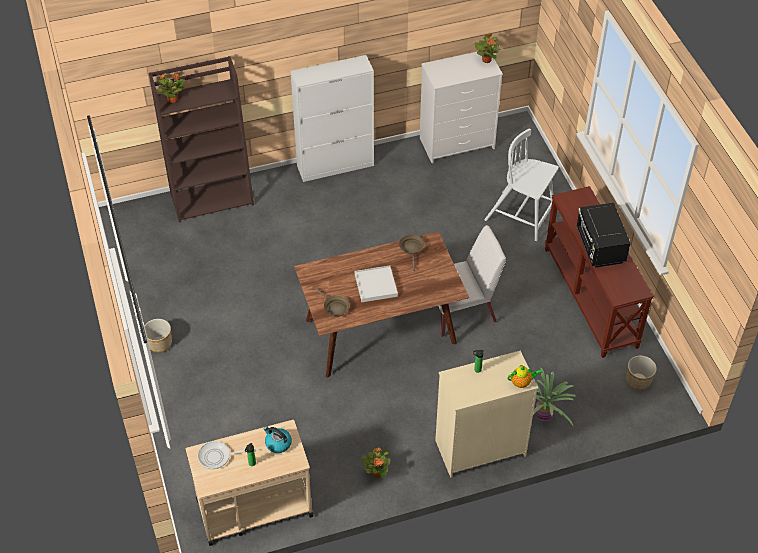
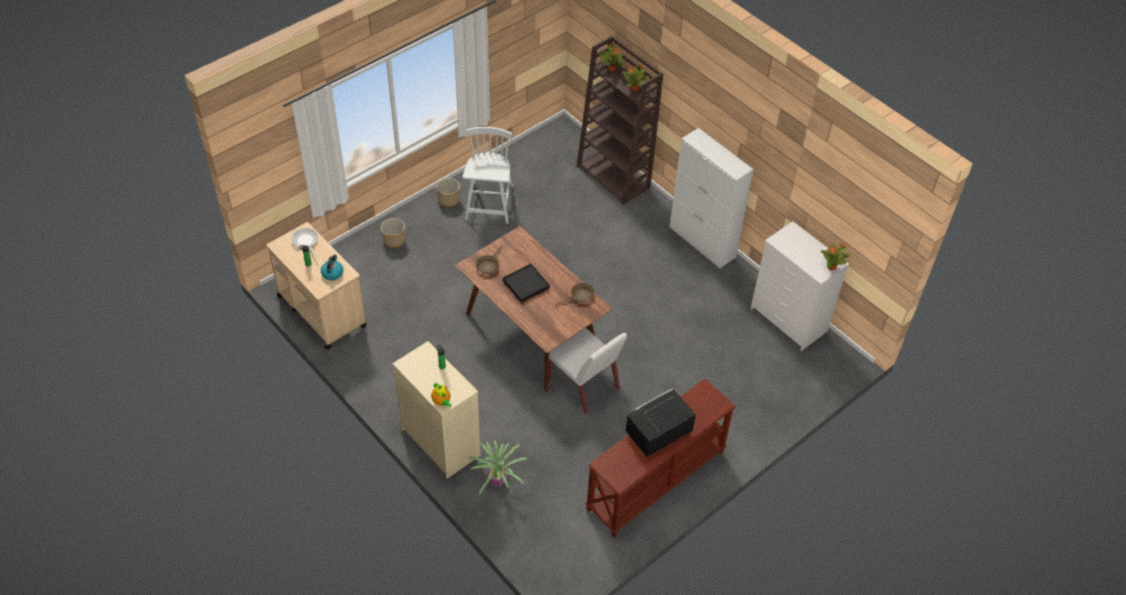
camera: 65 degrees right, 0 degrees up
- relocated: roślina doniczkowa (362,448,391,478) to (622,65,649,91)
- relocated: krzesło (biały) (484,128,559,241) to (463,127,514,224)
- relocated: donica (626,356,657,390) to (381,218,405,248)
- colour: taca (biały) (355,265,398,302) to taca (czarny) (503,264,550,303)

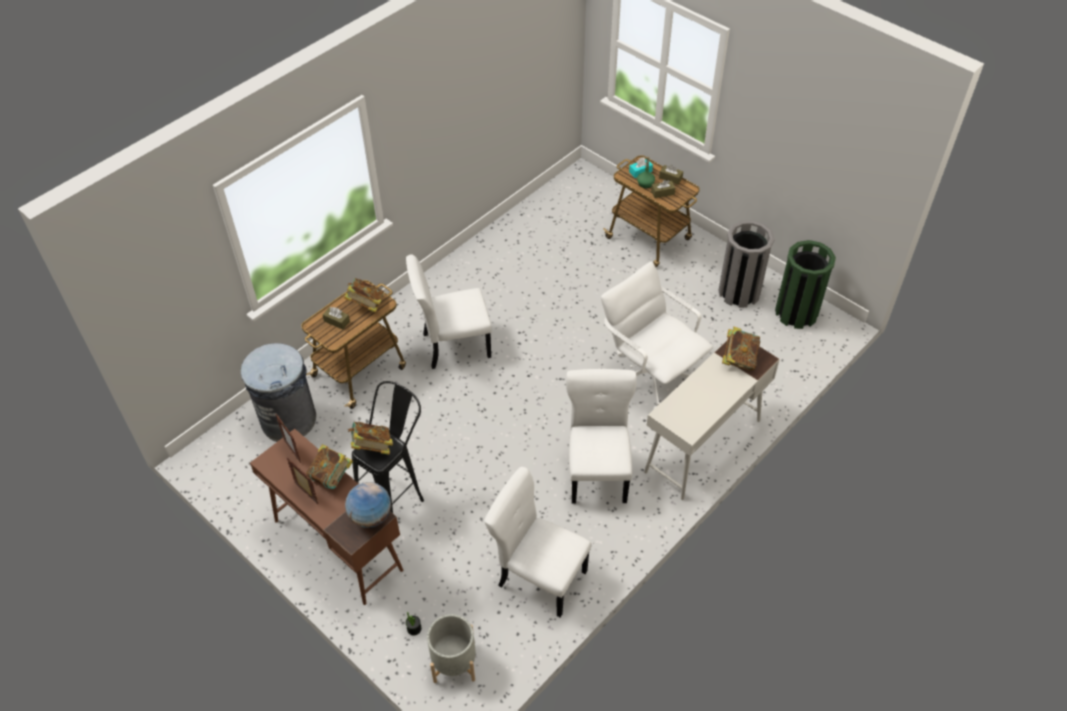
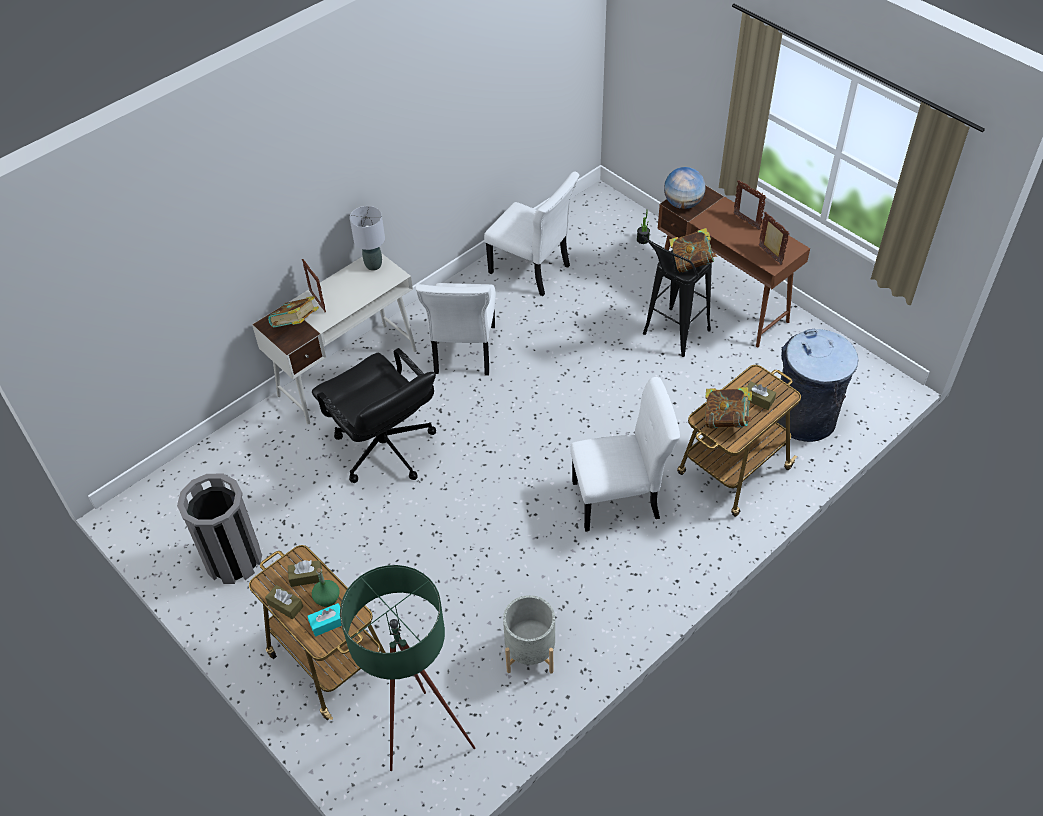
camera: 175 degrees left, 0 degrees up
- missing: książka (306,444,353,489)
- missing: kosz na śmieci (zielony) (775,240,836,329)
- appeared: ramka na zdjęcie (302,259,326,312)
- appeared: lampa stojąca (zielony) (340,565,476,771)
- appeared: lampa stołowa (szary) (350,206,385,271)
- relocated: donica (szary) (427,614,476,683) to (503,595,555,674)
- colour: krzesło biurowe (biały) (601,261,713,410) to krzesło biurowe (czarny) (312,348,436,483)

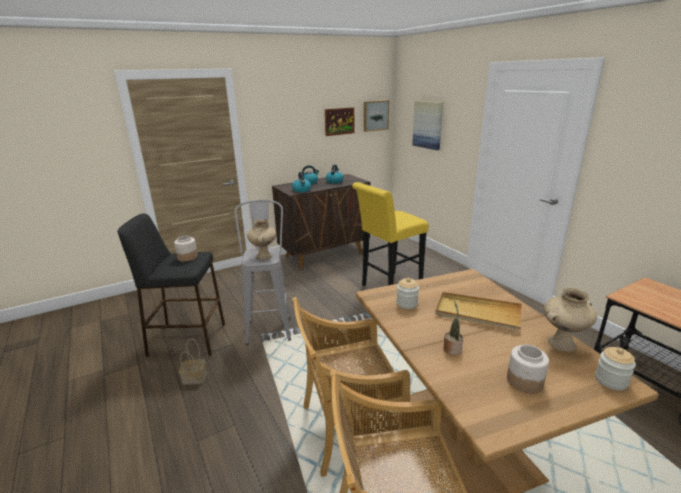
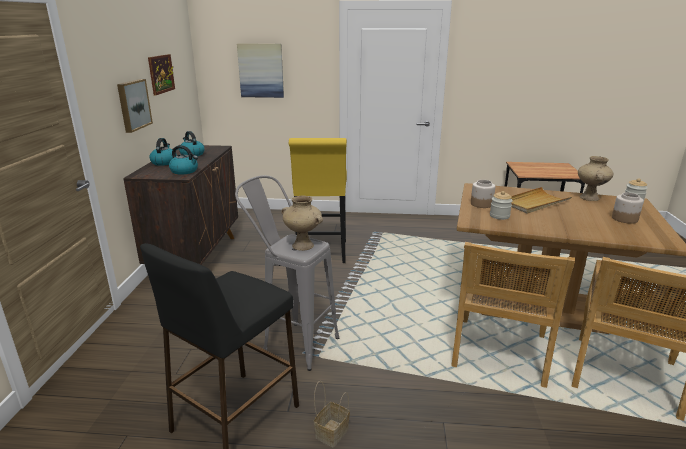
camera: 55 degrees left, 0 degrees up
- missing: roślina doniczkowa (444,301,463,355)
- relocated: słoik (174,236,198,261) to (471,180,495,208)
- relocated: obraz (364,100,389,132) to (117,79,153,133)

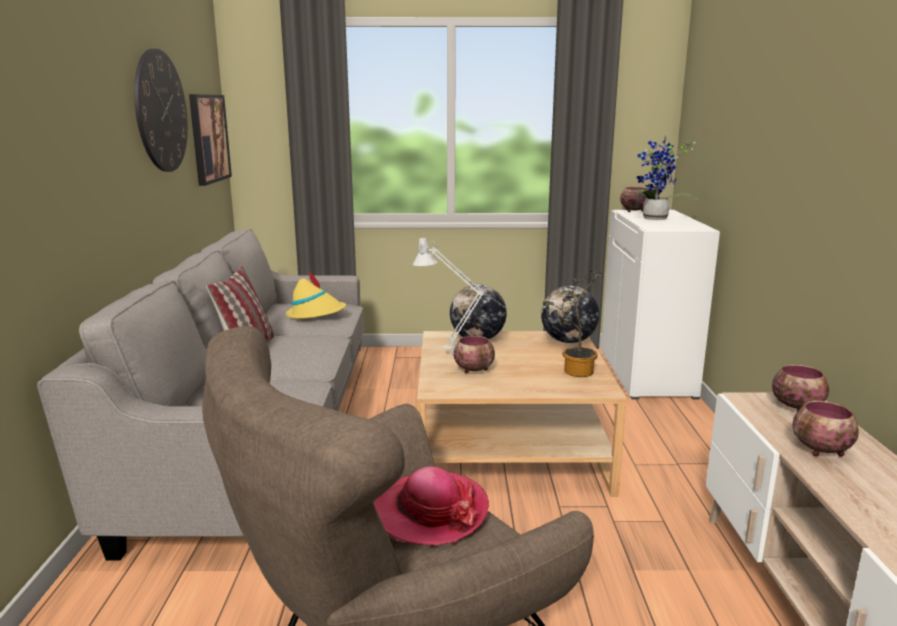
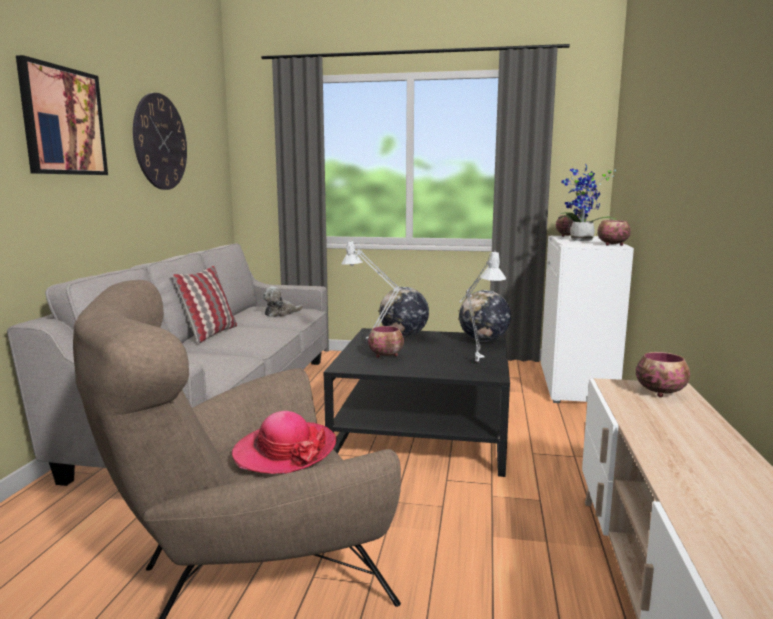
camera: 10 degrees right, 5 degrees down
- relocated: obraz (189,94,232,186) to (16,55,108,175)
- relocated: miska (793,401,859,457) to (597,220,631,246)
- exchanged: kapelusz (żółty) (286,270,346,319) to pluszak (262,286,303,317)
- exchanged: roślina doniczkowa (543,271,604,377) to lampa stołowa (szary) (459,250,506,363)
- colour: ława (beżowy) (417,331,627,497) to ława (czarny) (324,328,510,477)

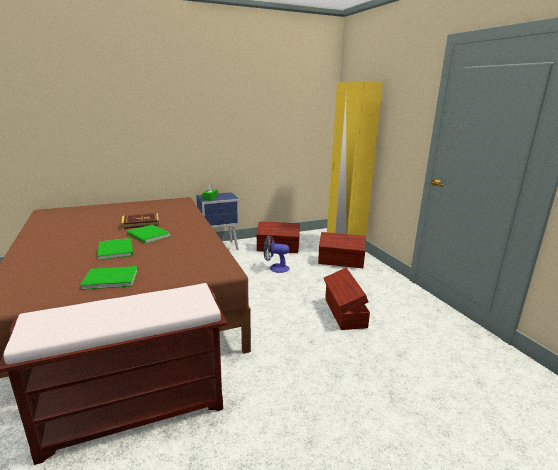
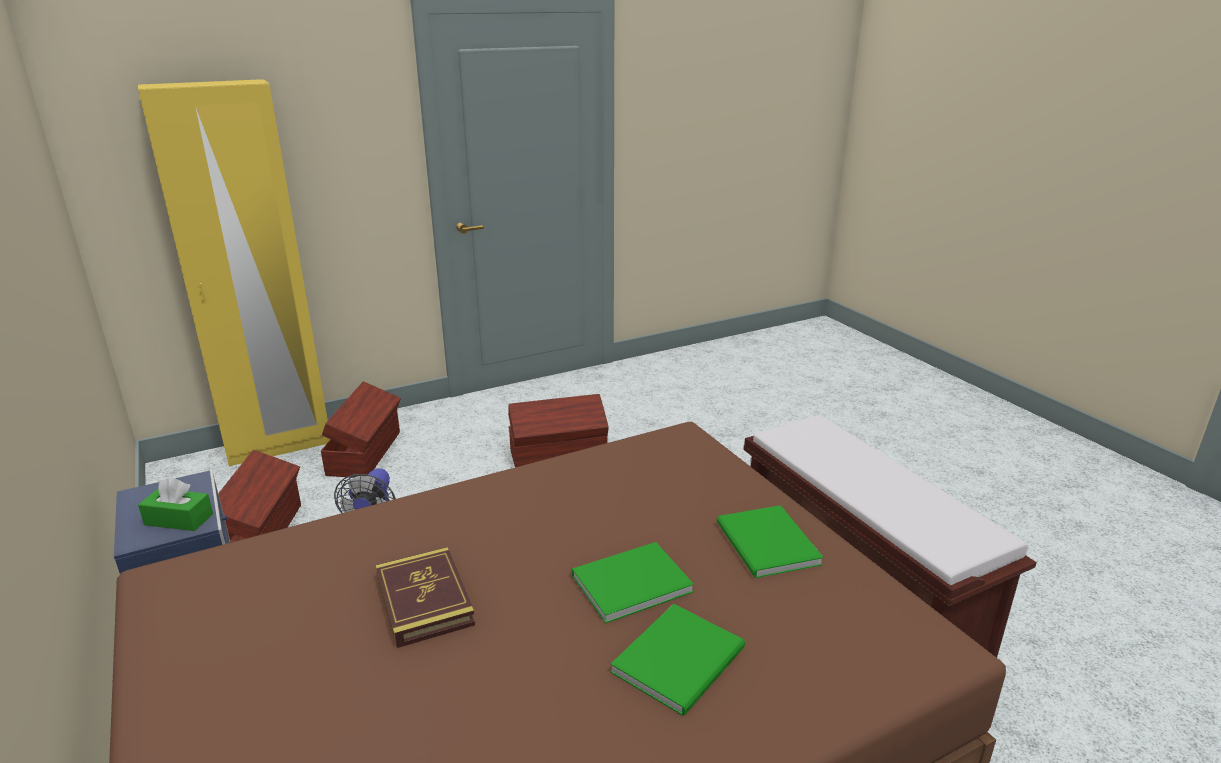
camera: 95 degrees left, 5 degrees up
- relocated: książka (zielony) (127,224,171,244) to (611,604,745,716)

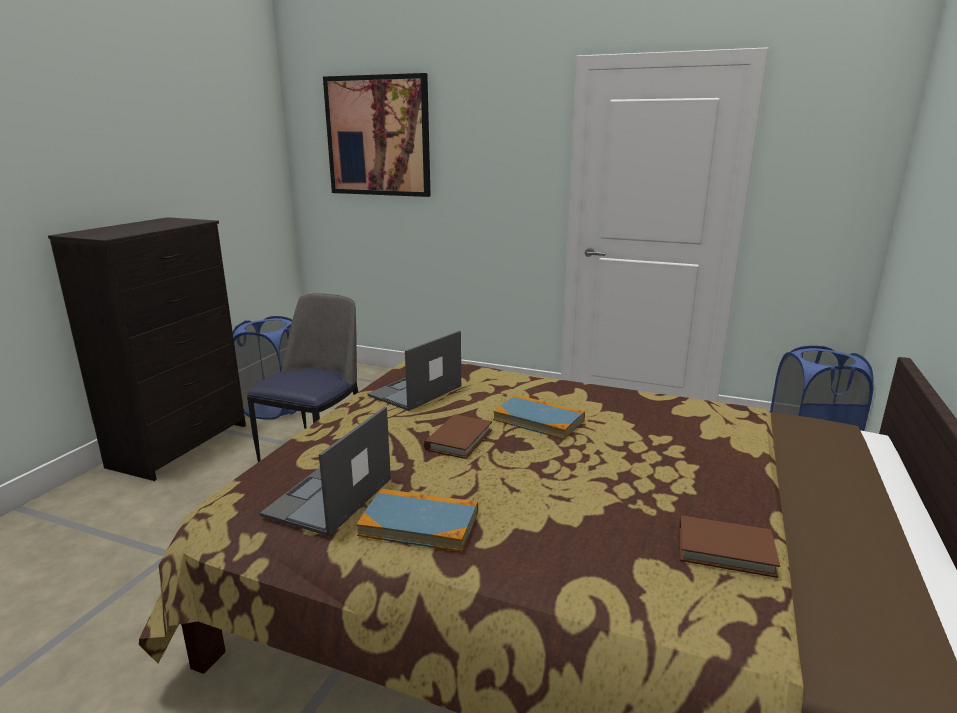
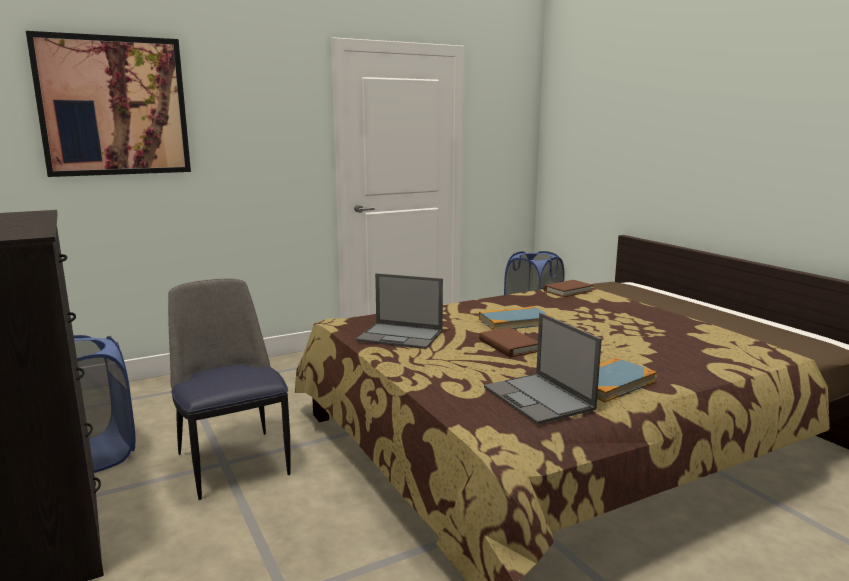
camera: 50 degrees left, 5 degrees down
- relocated: książka (brązowy) (679,515,780,578) to (543,280,593,297)
- spun: laptop (367,331,461,411) = (356,273,443,349) 60 degrees counterclockwise

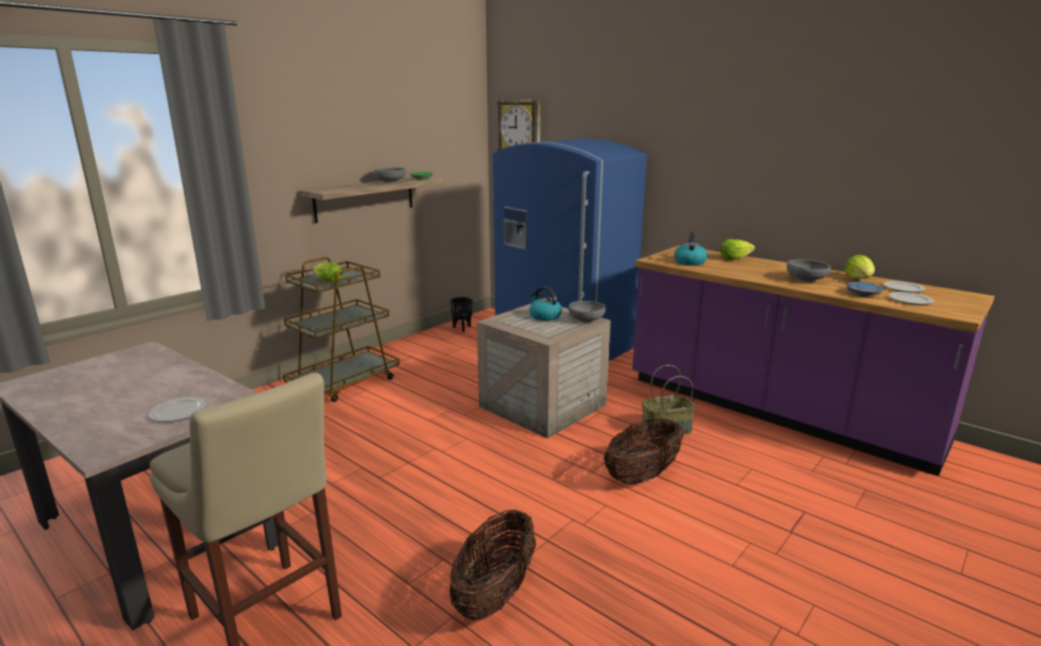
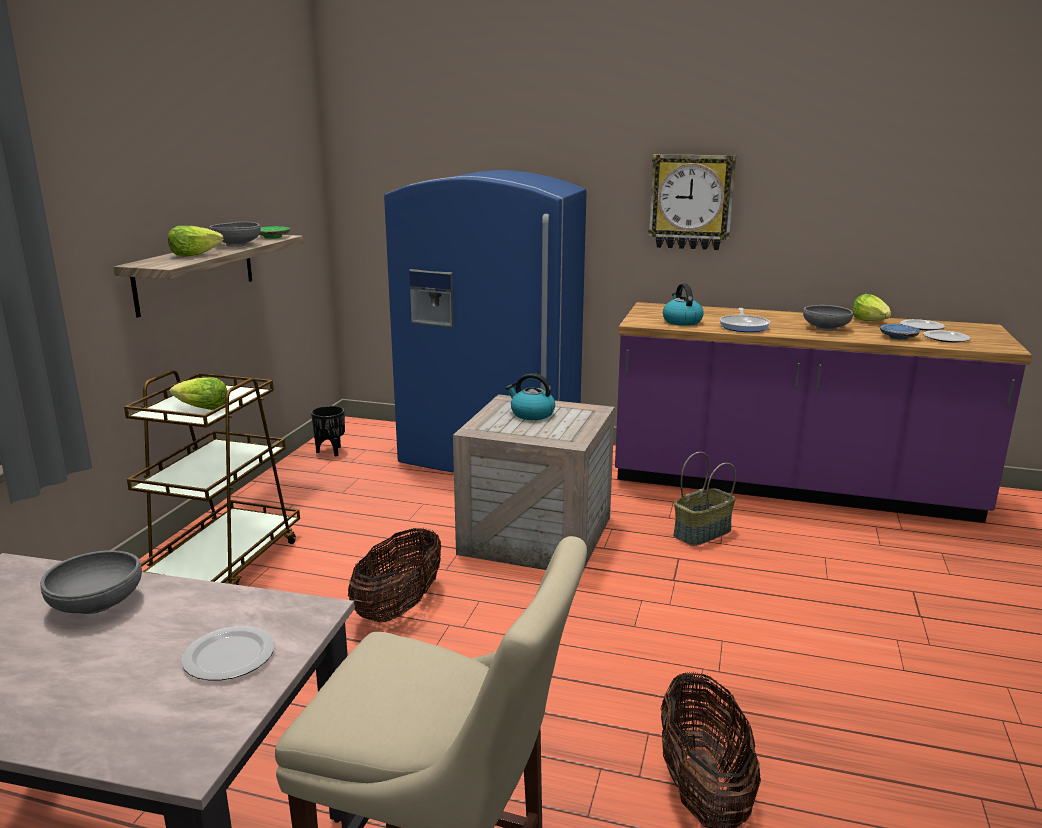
camera: 25 degrees left, 0 degrees up
- appeared: patelnia (720,308,770,332)
- relocated: zegar ścienny (497,100,541,151) to (648,154,736,250)
- relocated: miska (szary) (569,301,606,323) to (40,551,142,614)
- relocated: koszyk (604,418,683,485) to (348,528,441,622)
- relocated: sałata (720,239,755,260) to (168,226,224,257)

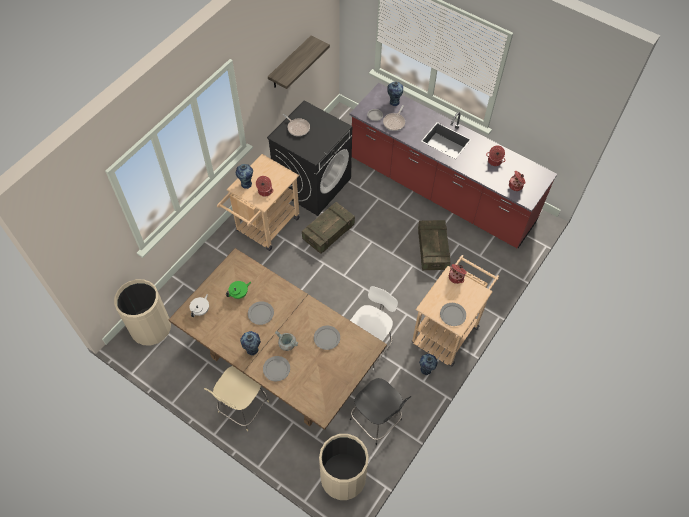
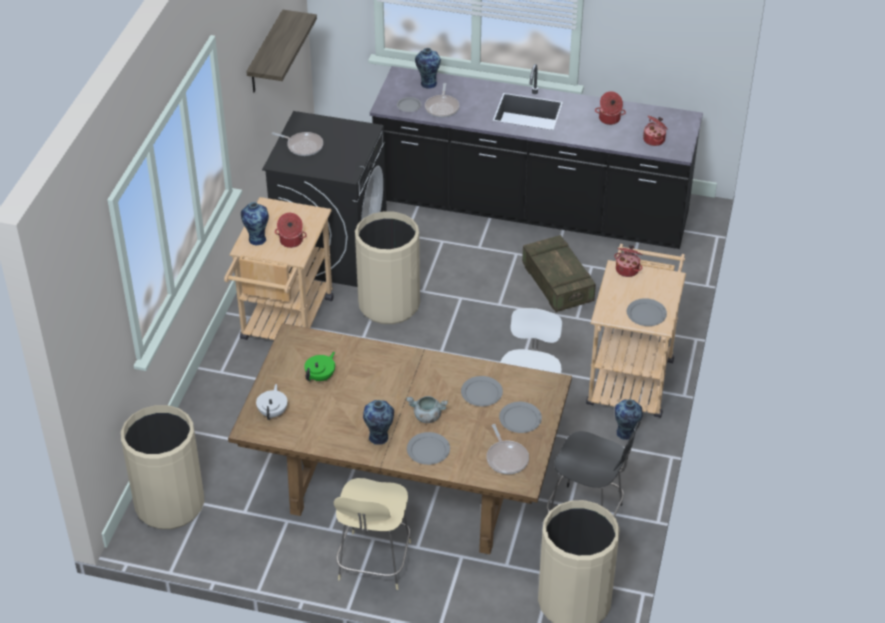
camera: 20 degrees left, 15 degrees down
- appeared: patelnia (486,424,529,474)
- relocated: talerz (szary) (248,301,274,325) to (499,402,542,433)
- exchanged: skrzynka (302,202,355,254) to kosz na śmieci (beżowy) (355,211,420,324)
- colour: zabudowa kuchenna (czerwony) (350,83,557,248) to zabudowa kuchenna (czarny) (370,64,703,249)

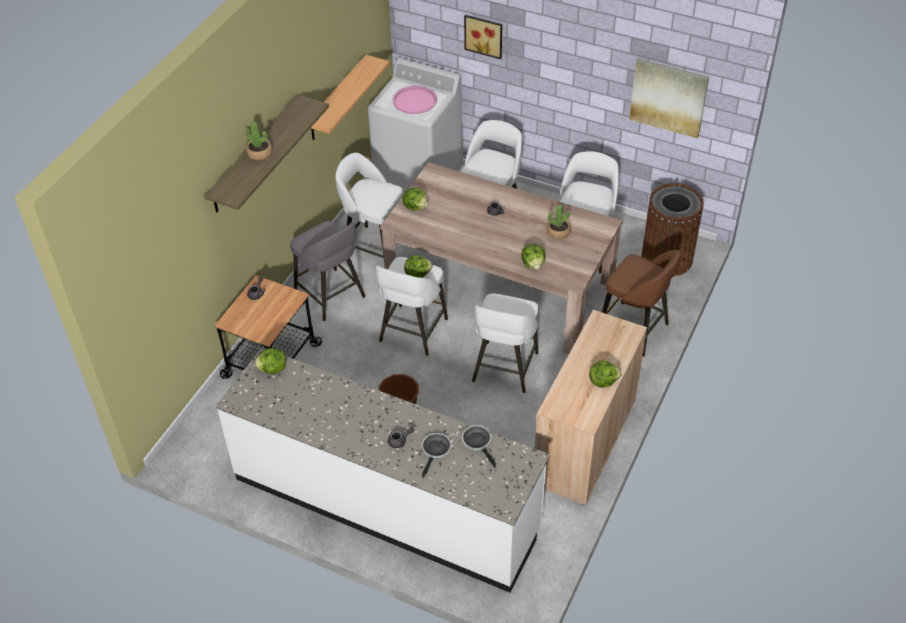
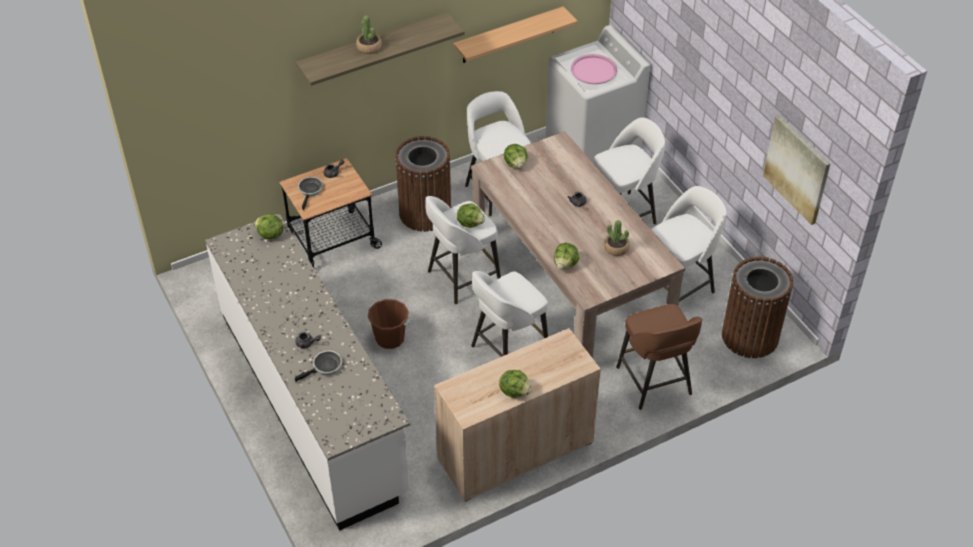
camera: 35 degrees right, 0 degrees up
- missing: obraz (464,15,502,59)
- relocated: patelnia (462,425,496,468) to (298,177,323,210)
- exchanged: stołek (szary) (290,221,366,321) to kosz na śmieci (brązowy) (395,136,451,232)

